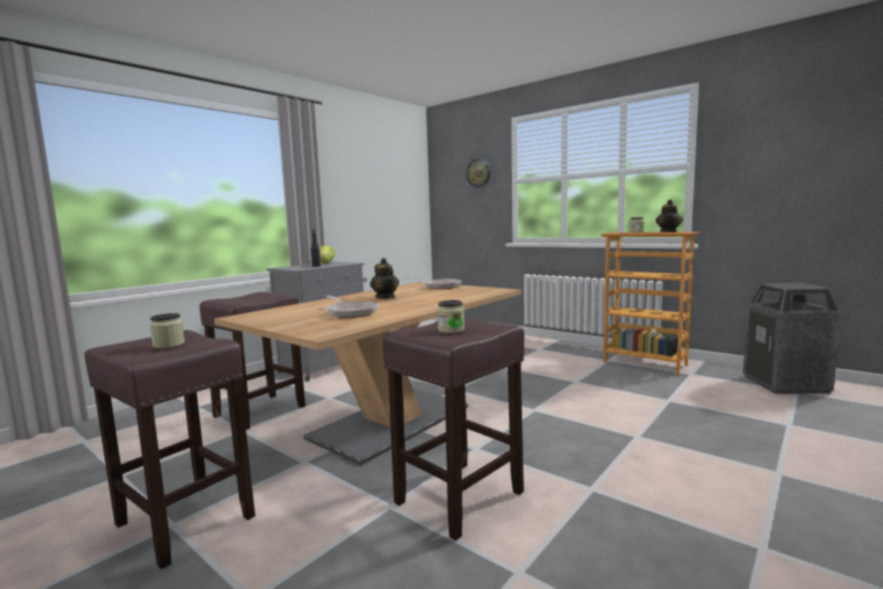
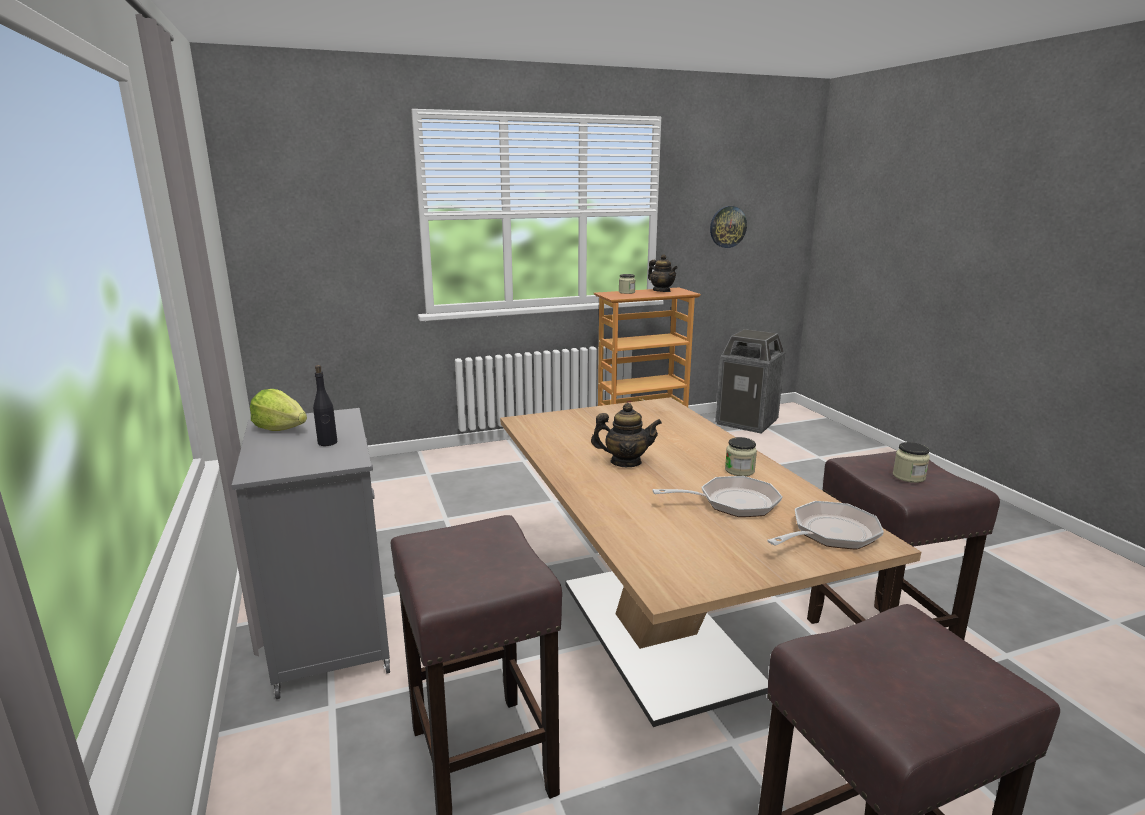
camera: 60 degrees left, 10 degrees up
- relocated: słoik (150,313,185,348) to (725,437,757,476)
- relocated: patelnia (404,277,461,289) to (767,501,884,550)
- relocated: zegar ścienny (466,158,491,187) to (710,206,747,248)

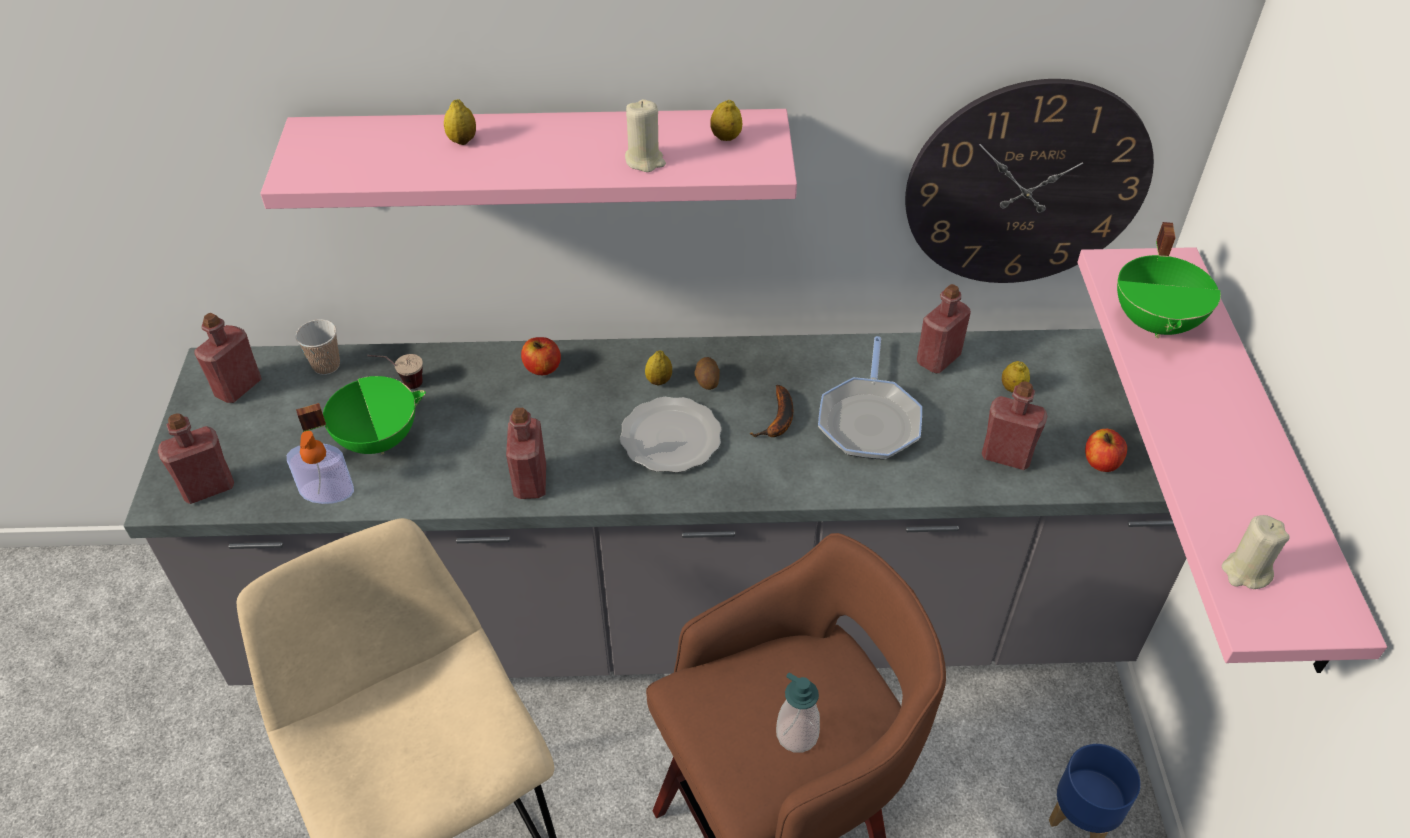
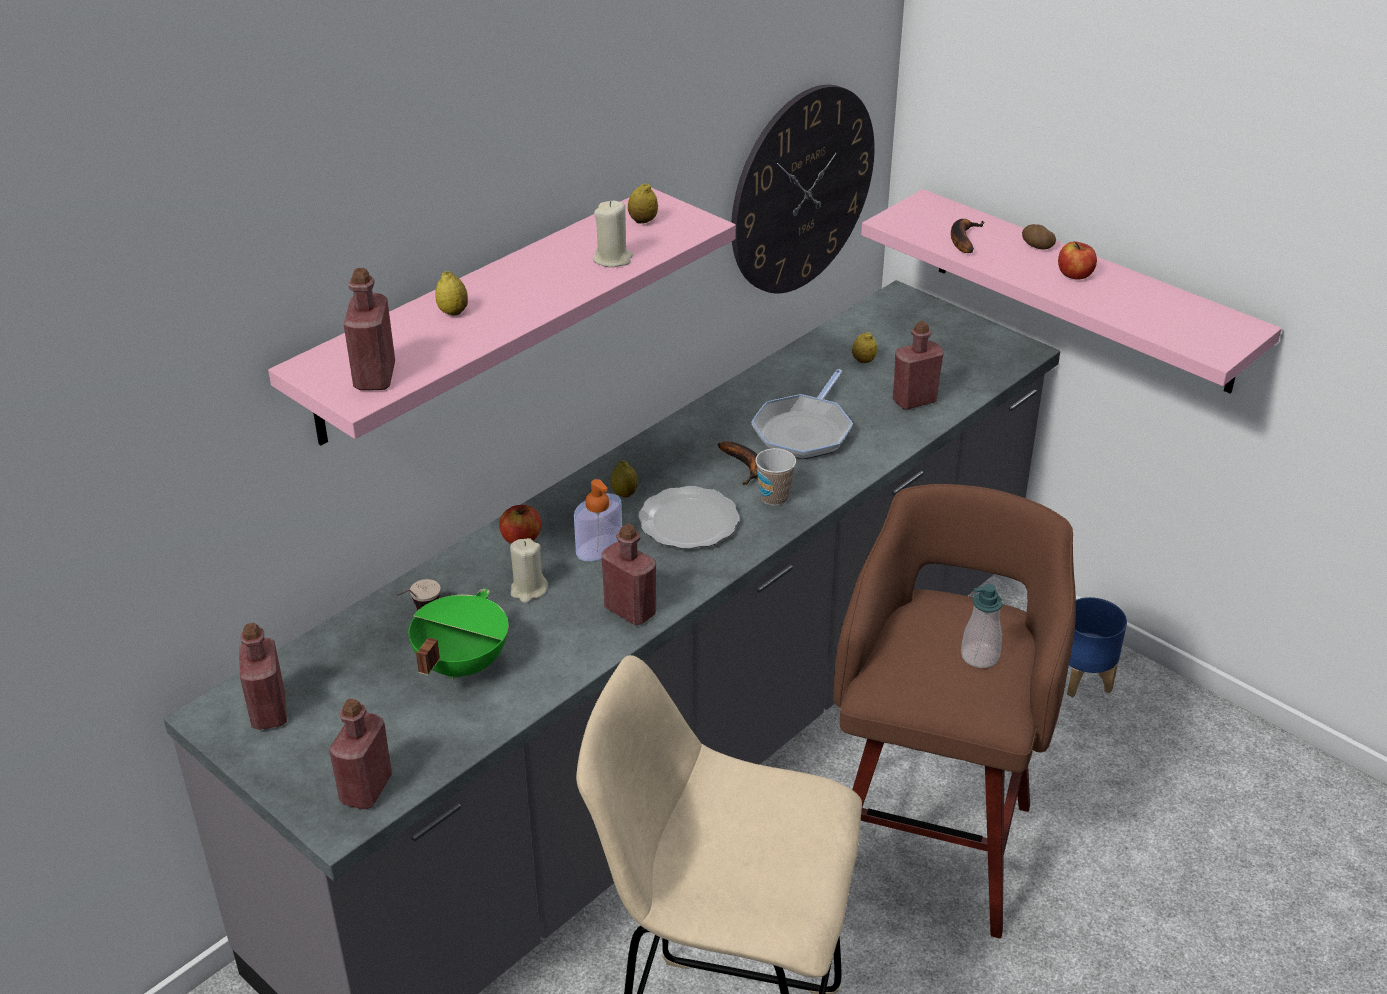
camera: 45 degrees left, 10 degrees down
- relocated: dozownik mydła (287,431,354,504) to (574,479,622,561)
- relocated: filiżanka (296,319,340,375) to (755,448,796,506)
- relocated: ziemniak (694,357,720,390) to (1022,224,1056,249)
- relocated: butelka (czerwony) (917,284,971,373) to (344,268,395,390)
- relocated: jabłko (1085,429,1127,472) to (1058,241,1097,279)
- relocated: świeca (beżowy) (1222,515,1290,589) to (510,538,548,603)
- exchanged: garnek (zielony) (1117,222,1221,338) to banan (951,219,985,253)
- spun: patelnia (818,336,922,460) = (751,369,853,459) 60 degrees clockwise

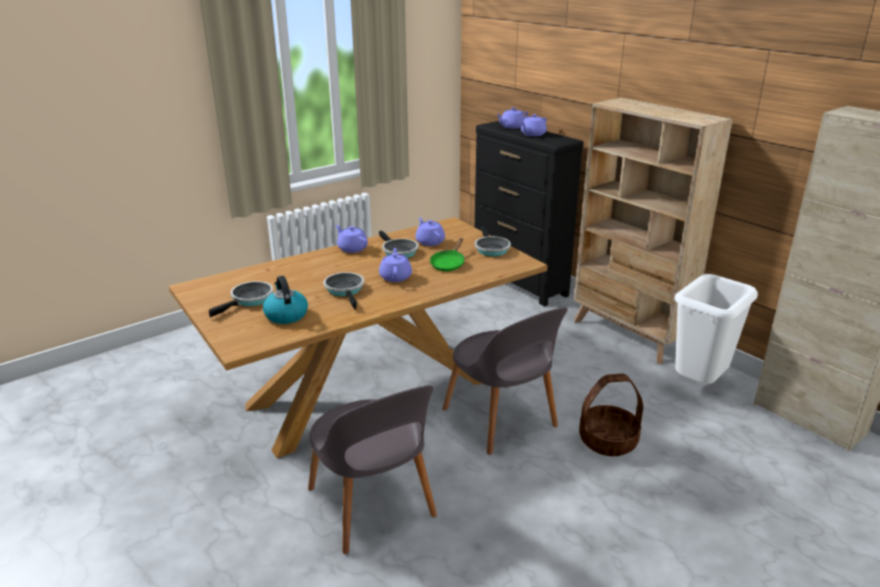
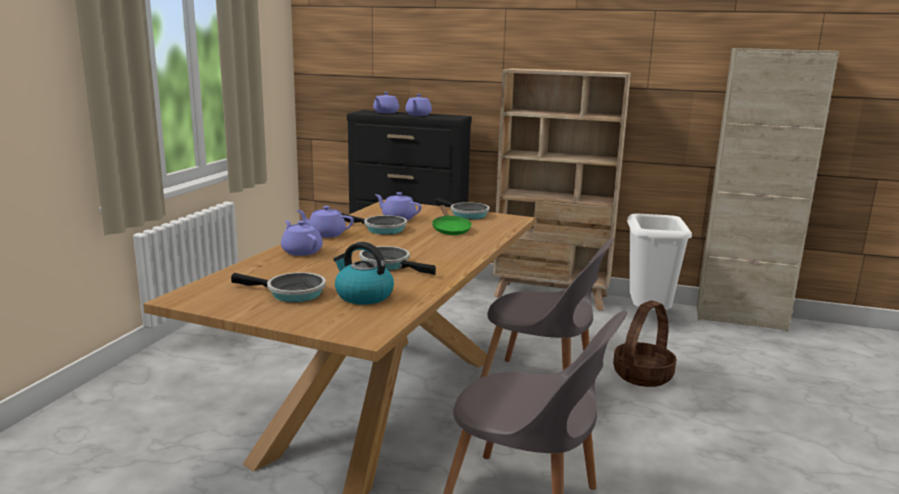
camera: 35 degrees left, 10 degrees down
- relocated: imbryk (fioletowy) (379,248,412,282) to (281,220,323,256)
- spun: patelnia (209,281,273,317) = (231,272,326,302) 105 degrees clockwise

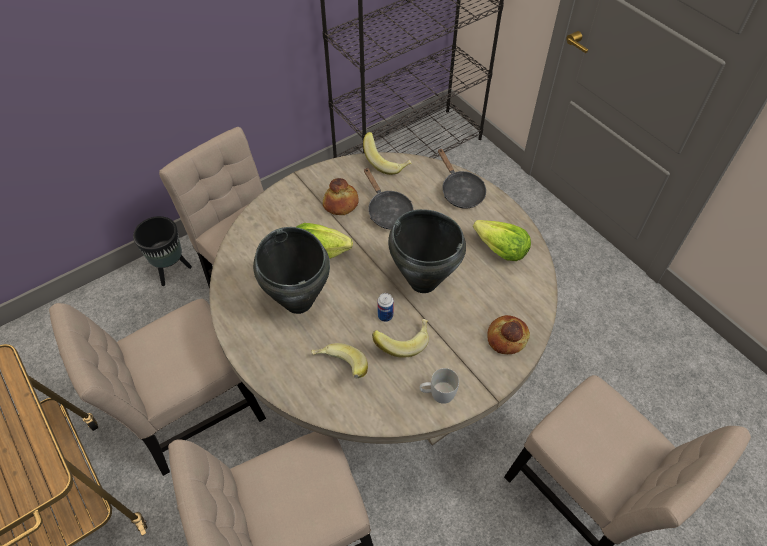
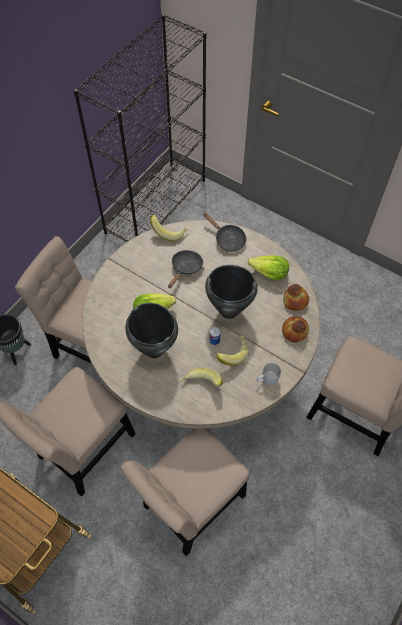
camera: 20 degrees left, 5 degrees up
- relocated: chleb (323,178,359,215) to (283,284,309,311)
- spun: patelnia (czarny) (364,168,413,229) = (168,250,203,288) 105 degrees counterclockwise

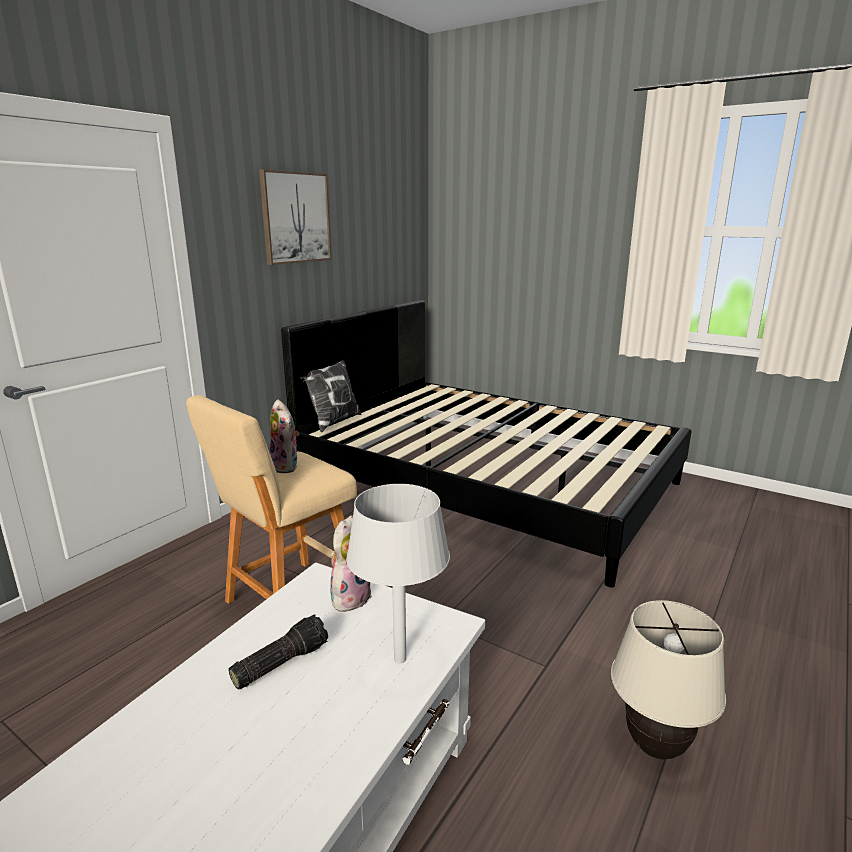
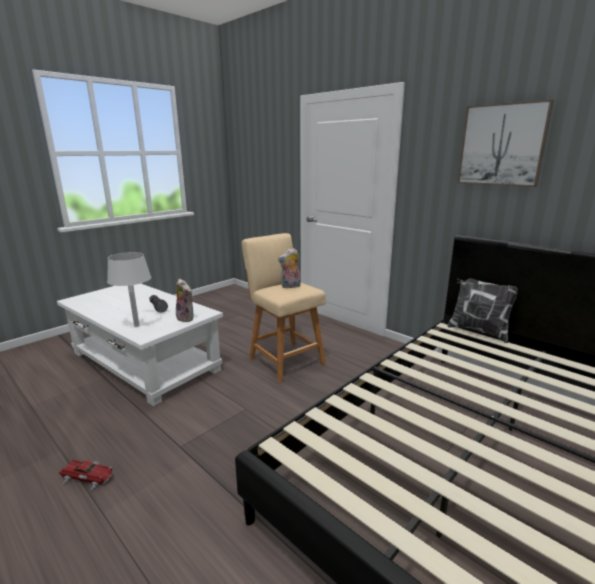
camera: 100 degrees right, 0 degrees up
- exchanged: lampa stołowa (beżowy) (611,600,726,759) to samochodzik (59,459,112,489)

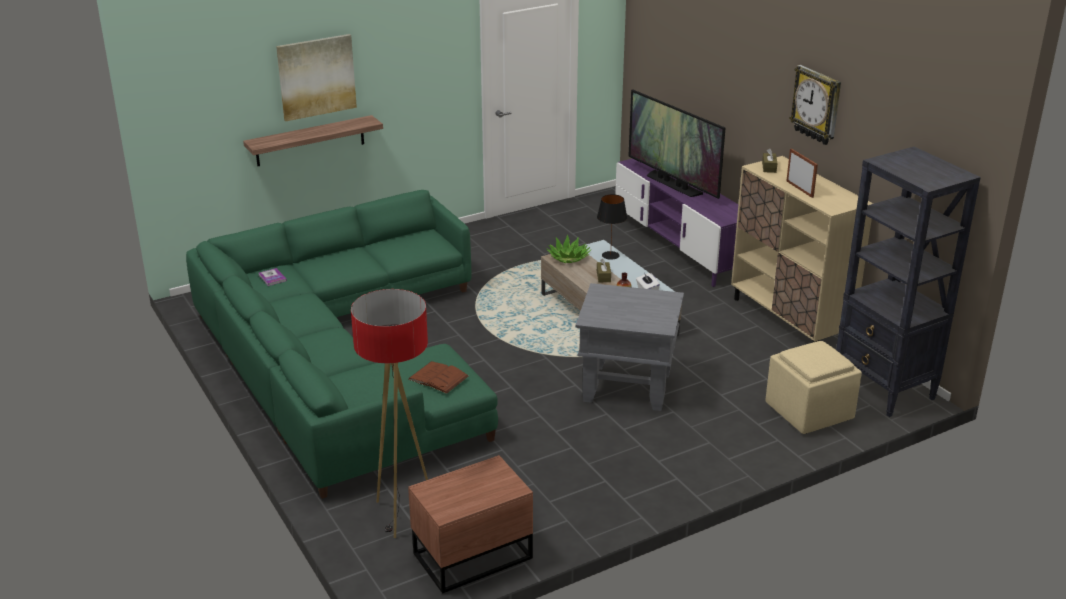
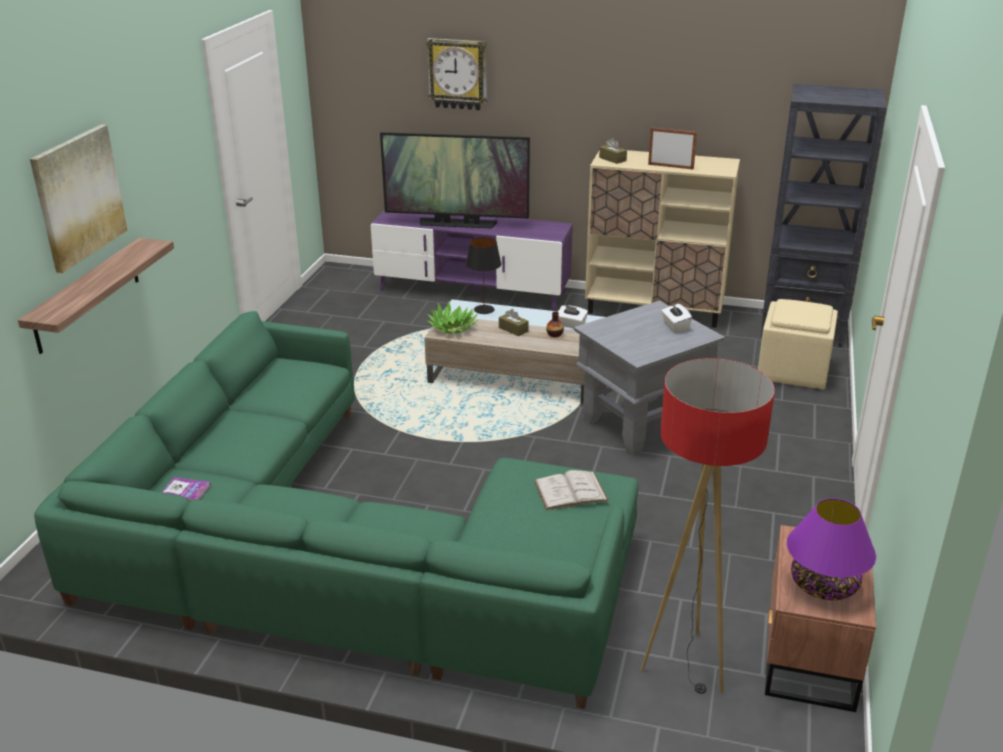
camera: 45 degrees left, 0 degrees up
- appeared: pudełko chusteczek (biały) (662,303,692,332)
- appeared: lampa stołowa (fioletowy) (787,498,876,600)
- relocated: zegar ścienny (789,65,841,145) to (426,38,487,110)
- colour: książka (brązowy) (408,361,469,394) to książka (biały) (534,470,609,510)

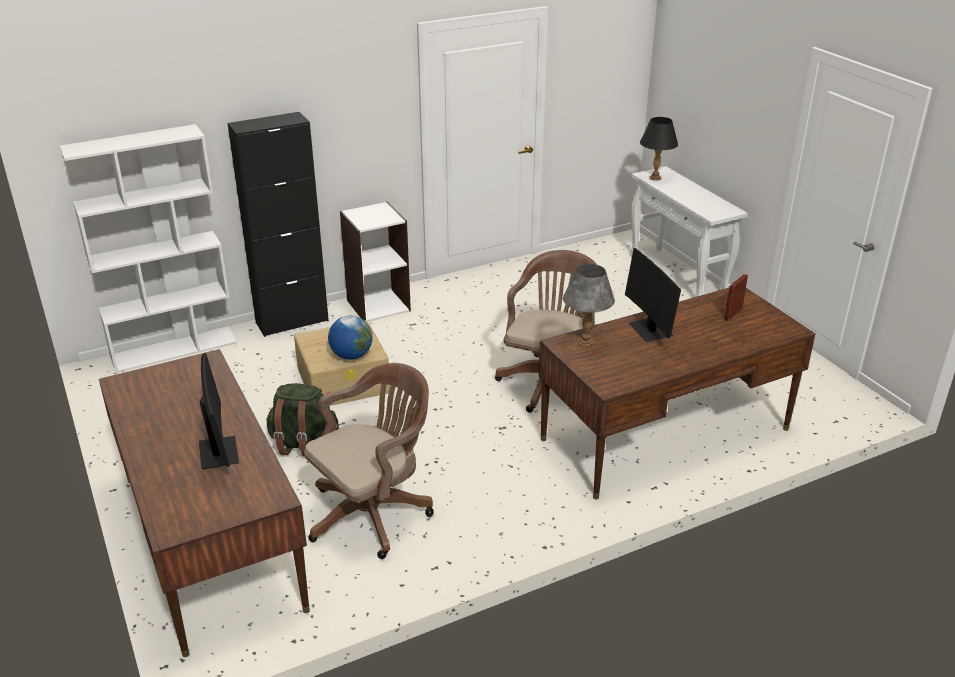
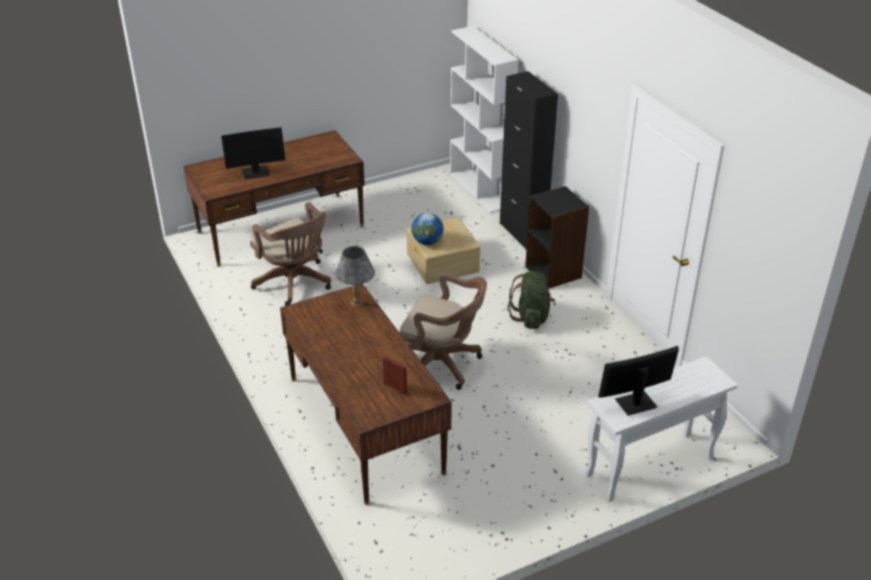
camera: 90 degrees right, 5 degrees up
- missing: lampa stołowa (czarny) (640,117,678,181)
- relocated: plecak (zielony) (266,383,339,457) to (507,271,555,329)
- relocated: monitor (625,248,681,342) to (598,346,679,416)
- colour: regał (biały) (340,202,411,322) to regał (czarny) (525,186,589,289)

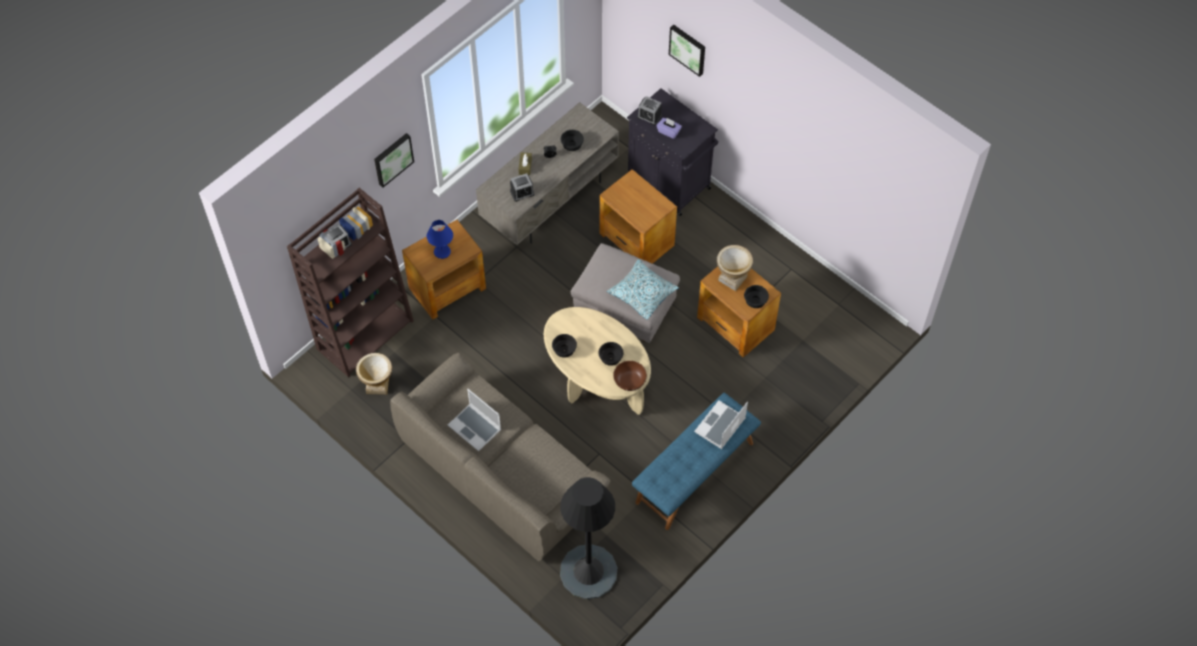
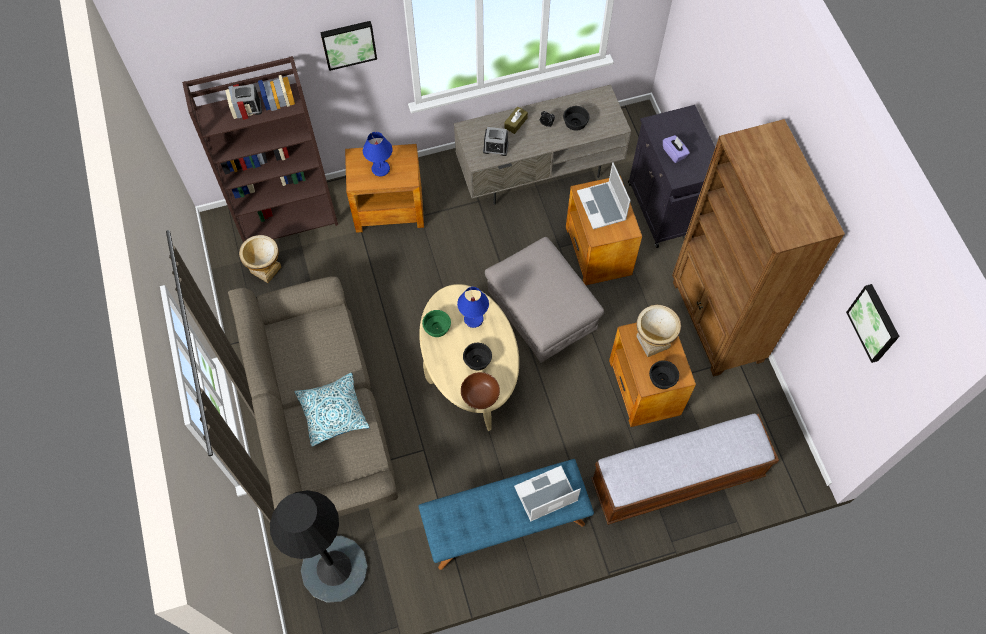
camera: 30 degrees right, 5 degrees up
- missing: budzik (637,96,662,126)
- appeared: lampa stołowa (niebieski) (457,287,489,328)
- appeared: ławka (591,413,779,525)
- appeared: regał (brązowy) (672,119,845,377)
- relocated: laptop (448,389,501,451) to (577,162,631,229)
- relocated: poduszka (607,259,679,320) to (295,373,370,447)
- relocated: obraz (669,25,705,77) to (846,284,900,363)
- colour: miska (czarny) (552,334,577,358) to miska (zielony) (422,310,451,337)

